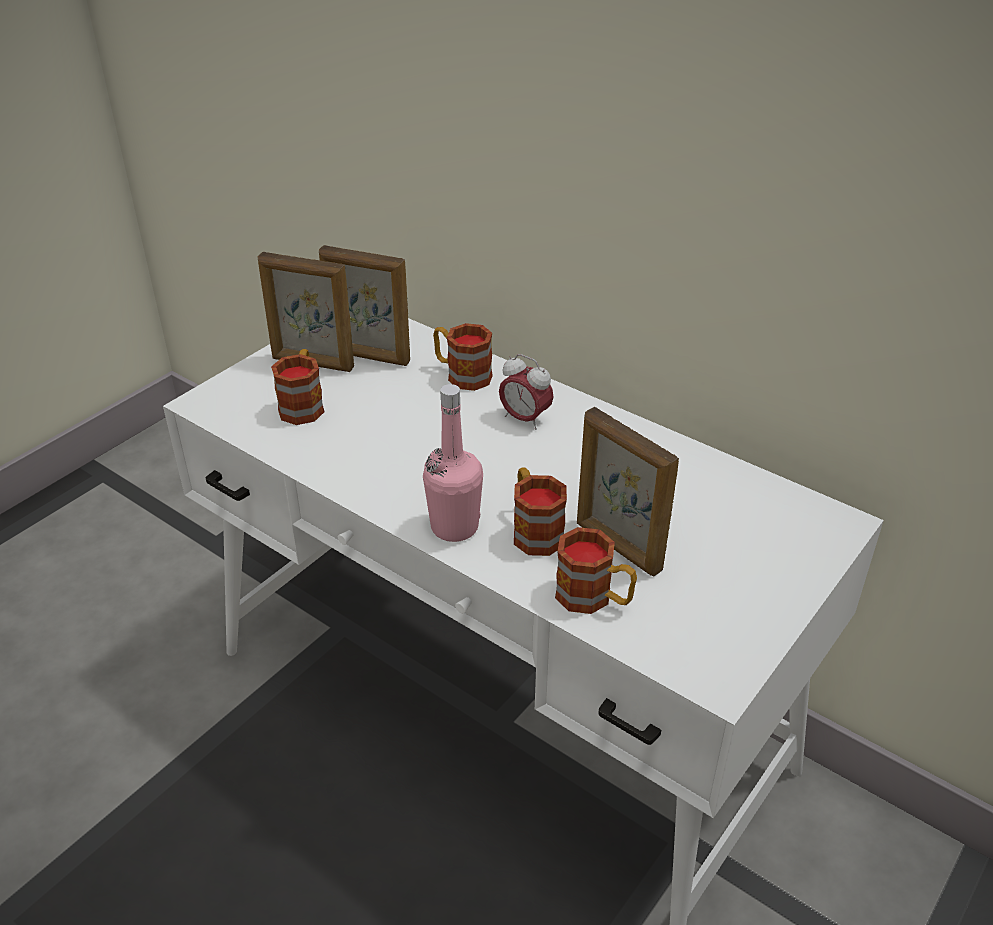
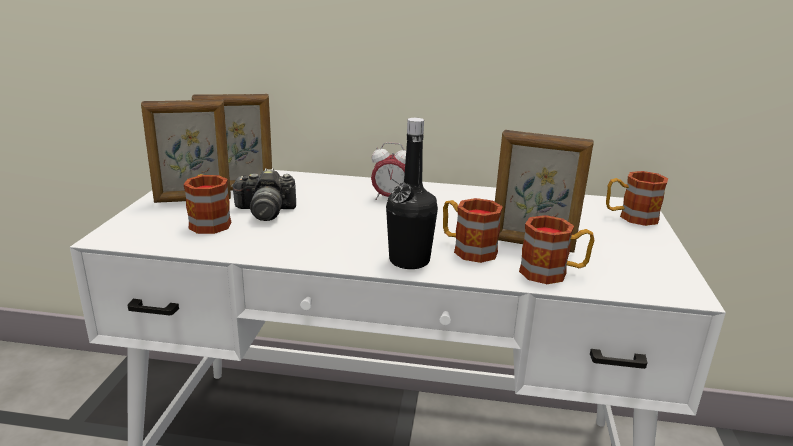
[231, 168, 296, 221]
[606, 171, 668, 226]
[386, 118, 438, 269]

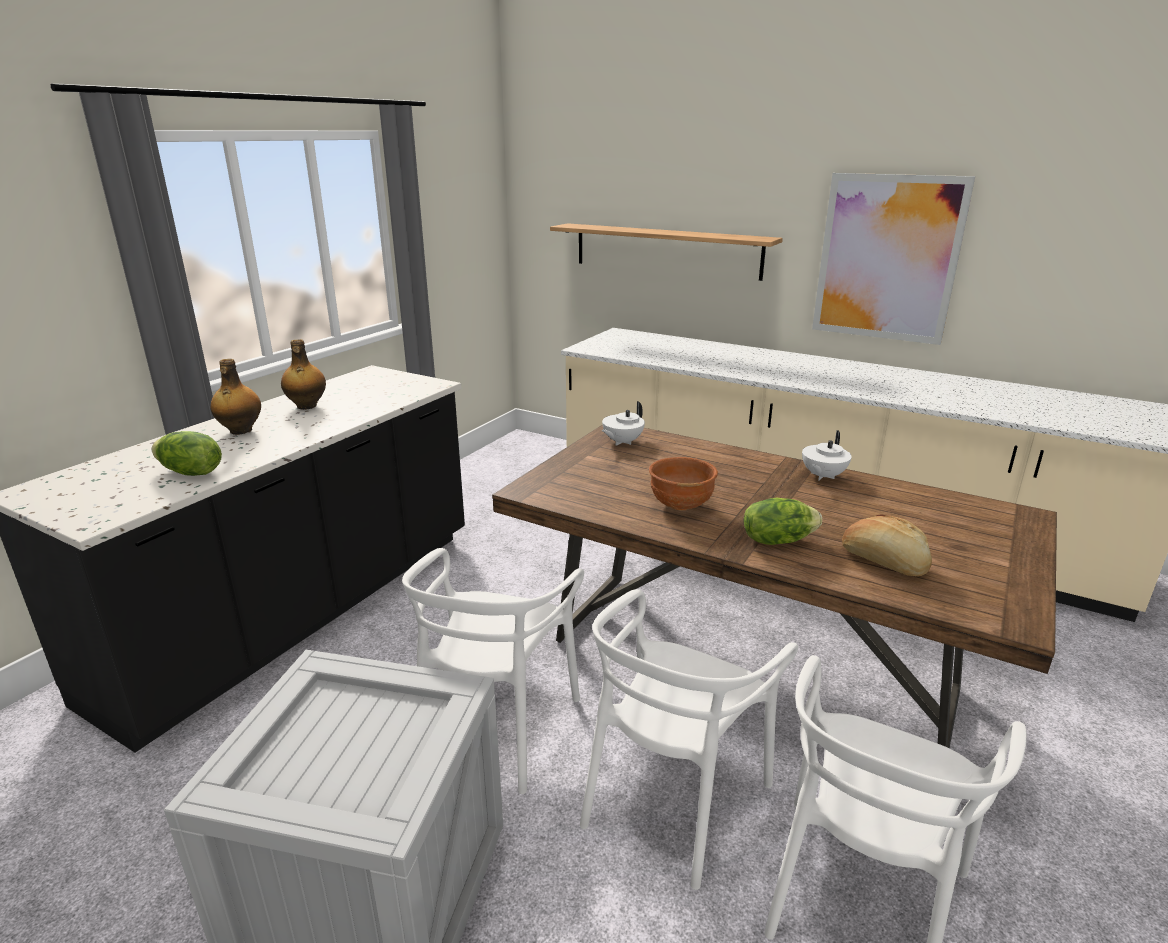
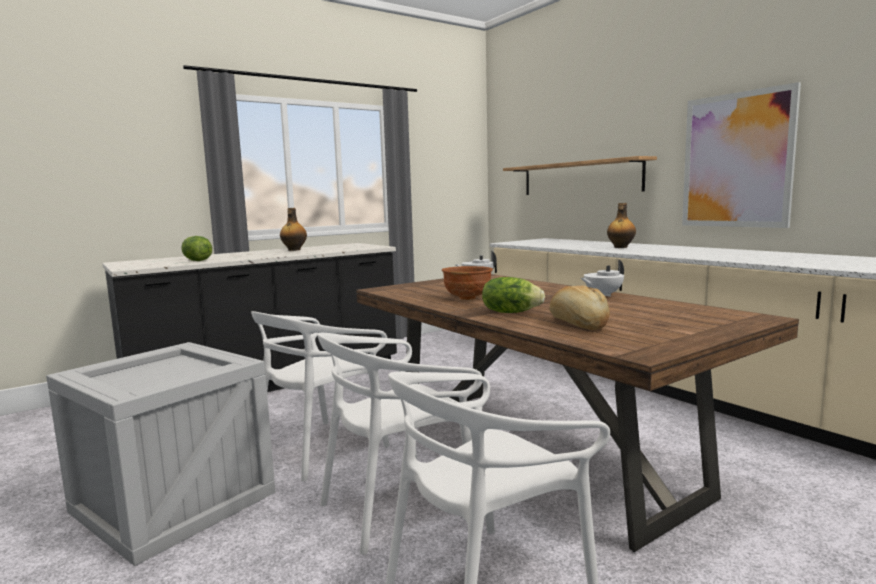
[607, 203, 636, 248]

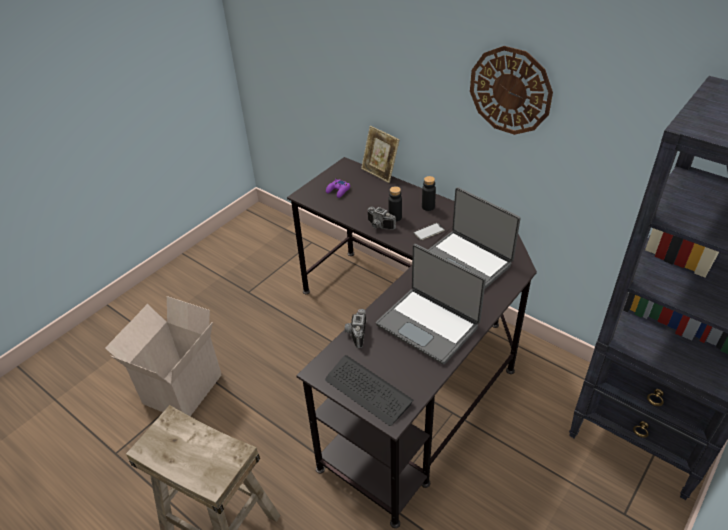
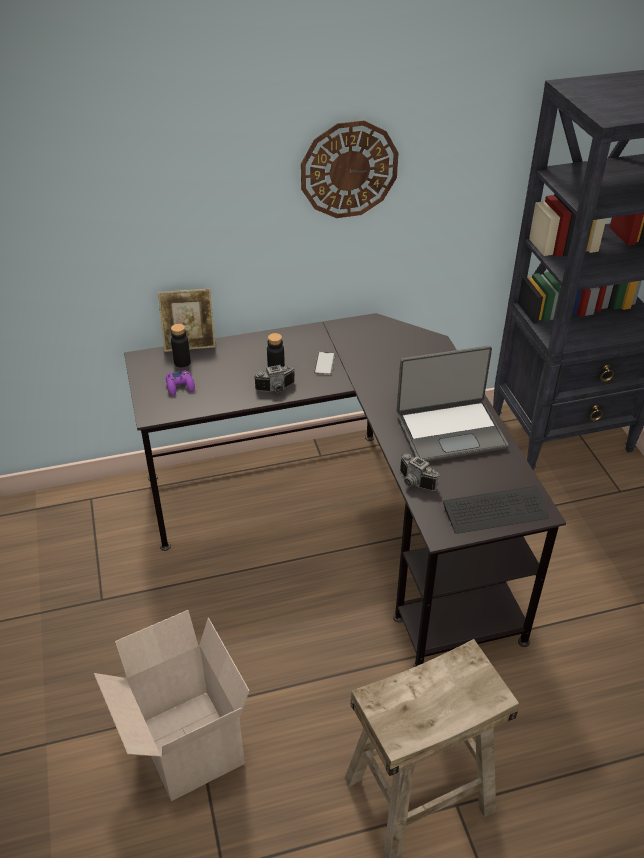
[428, 187, 521, 289] (first image)
[171, 324, 191, 367]

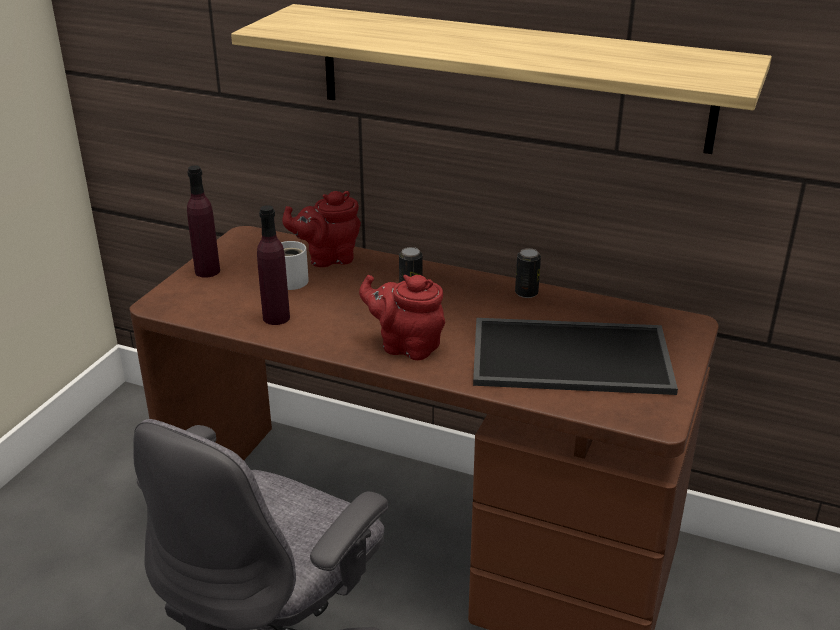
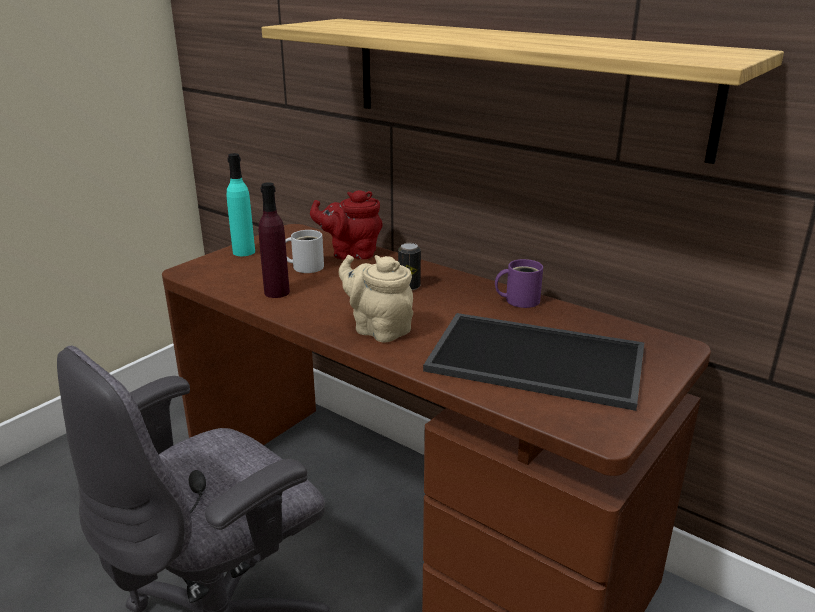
[495, 259, 543, 308]
[227, 153, 255, 256]
[339, 255, 413, 342]

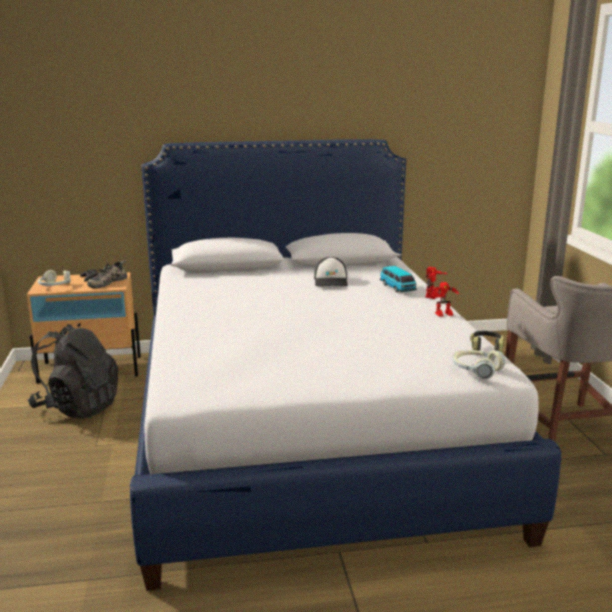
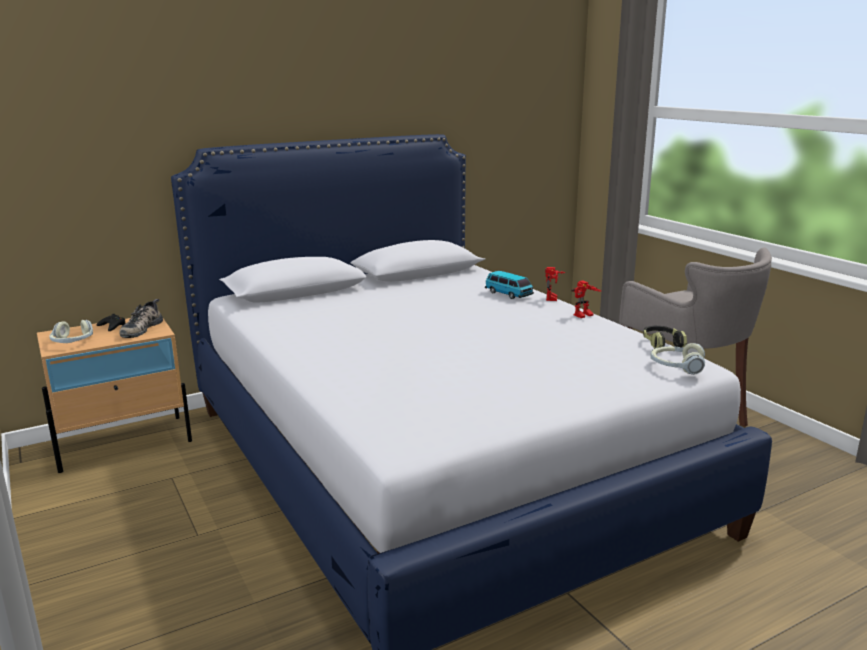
[28, 324, 118, 419] (first image)
[314, 257, 348, 287] (first image)

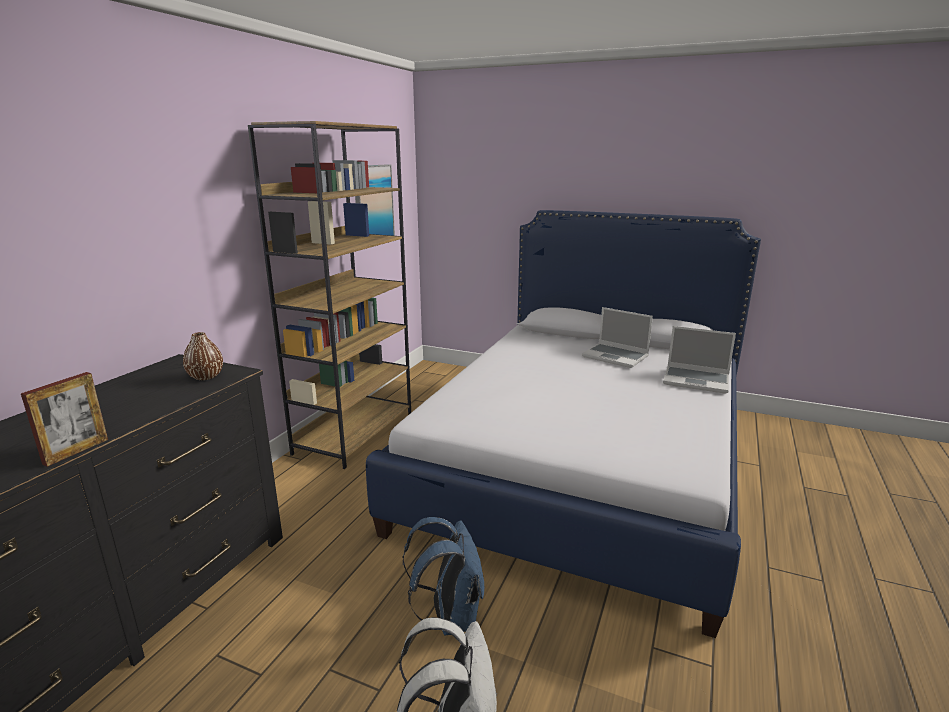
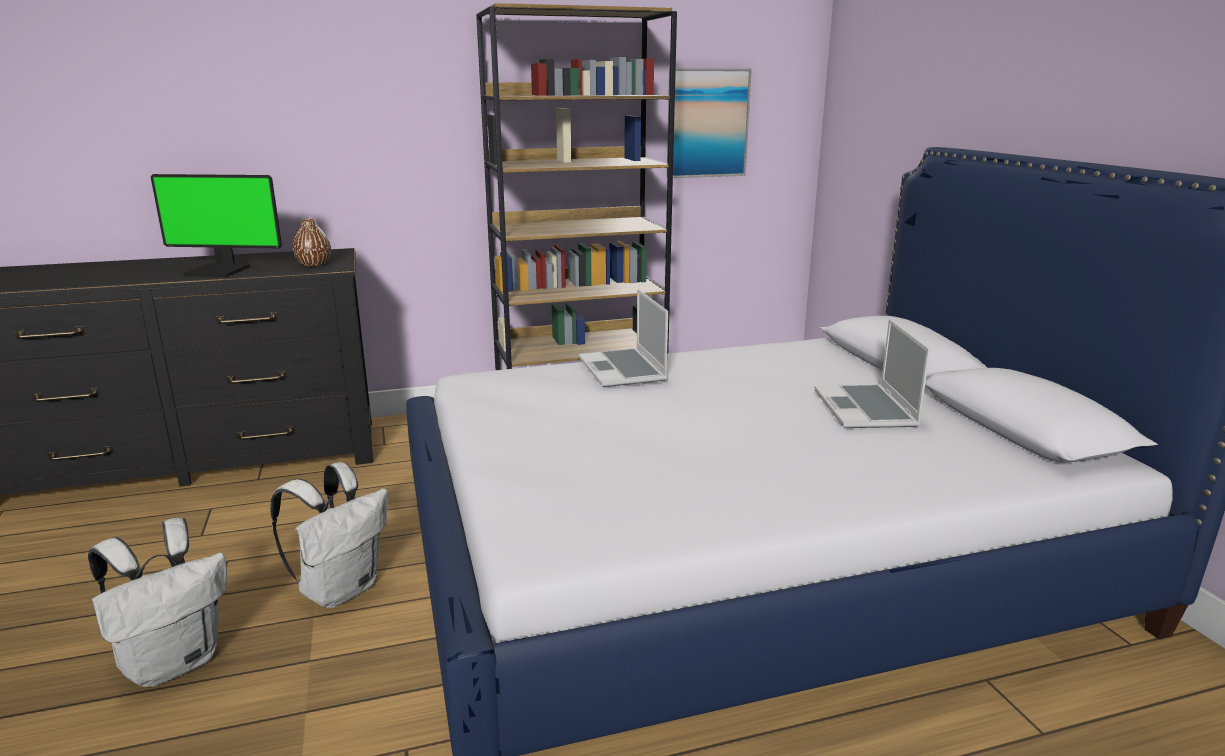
[21, 372, 108, 467] (first image)
[151, 174, 282, 277]
[579, 289, 668, 387]
[270, 462, 388, 608]

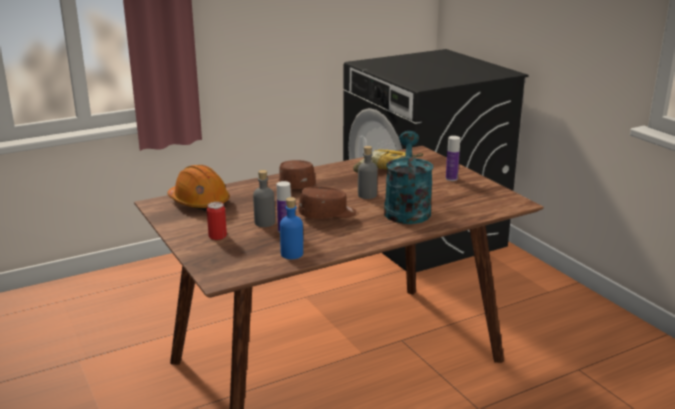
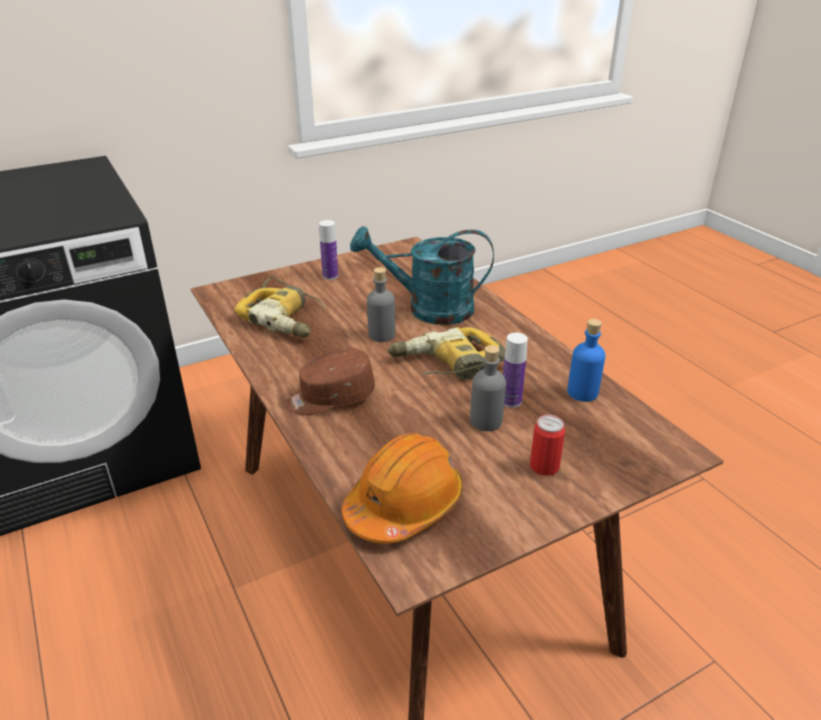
[388, 327, 505, 381]

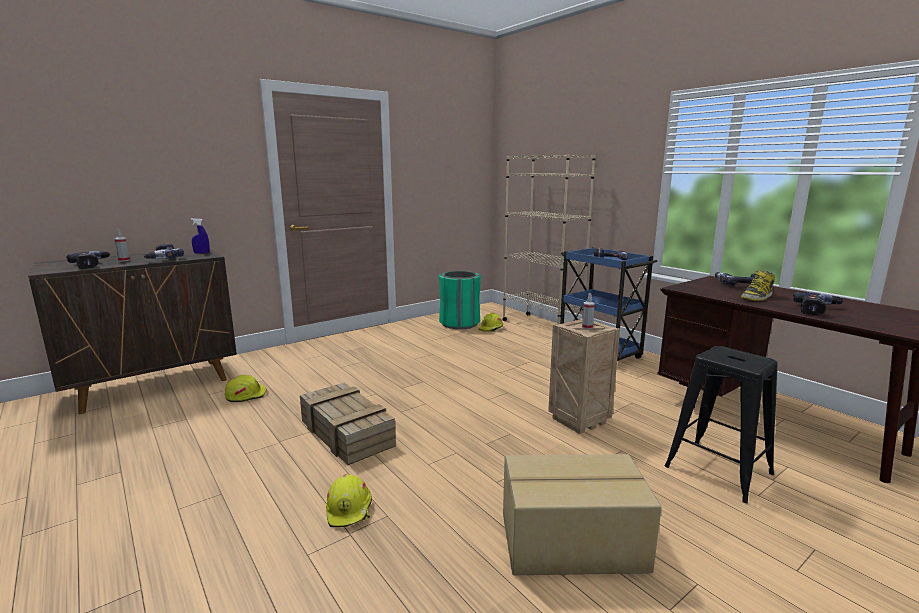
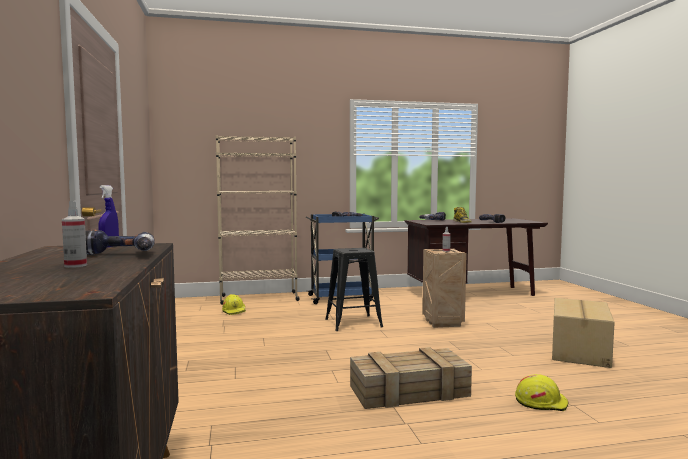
[66, 251, 111, 269] (first image)
[224, 375, 267, 402] (first image)
[439, 271, 481, 329] (first image)
[325, 248, 383, 331]

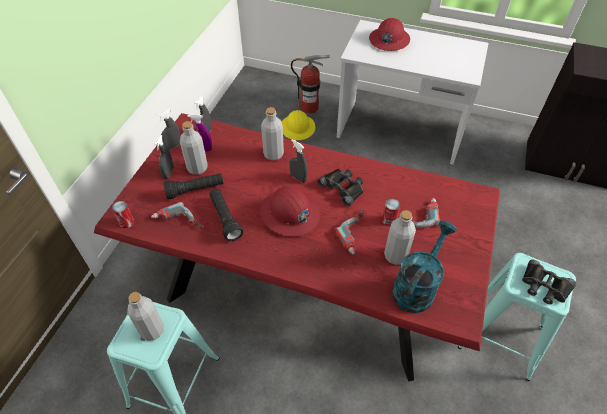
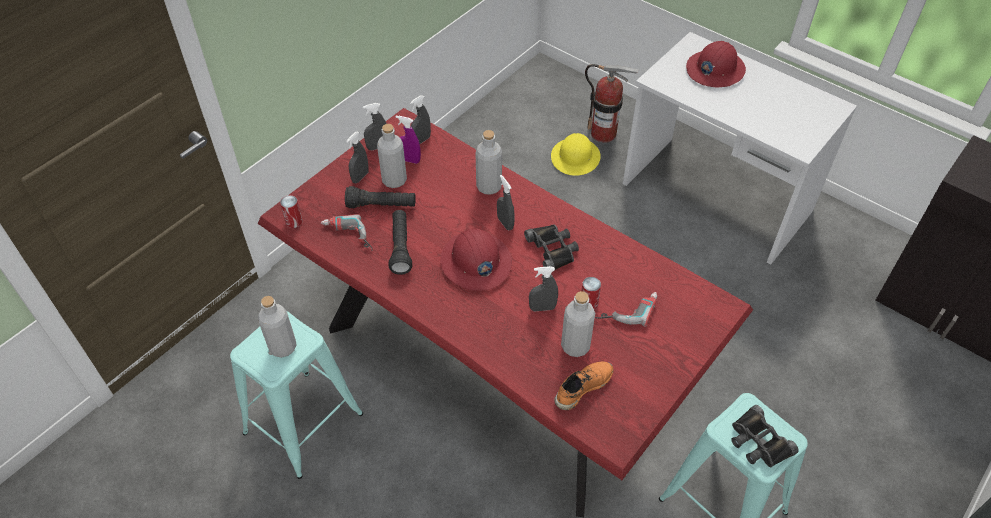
[529, 266, 558, 311]
[554, 362, 614, 410]

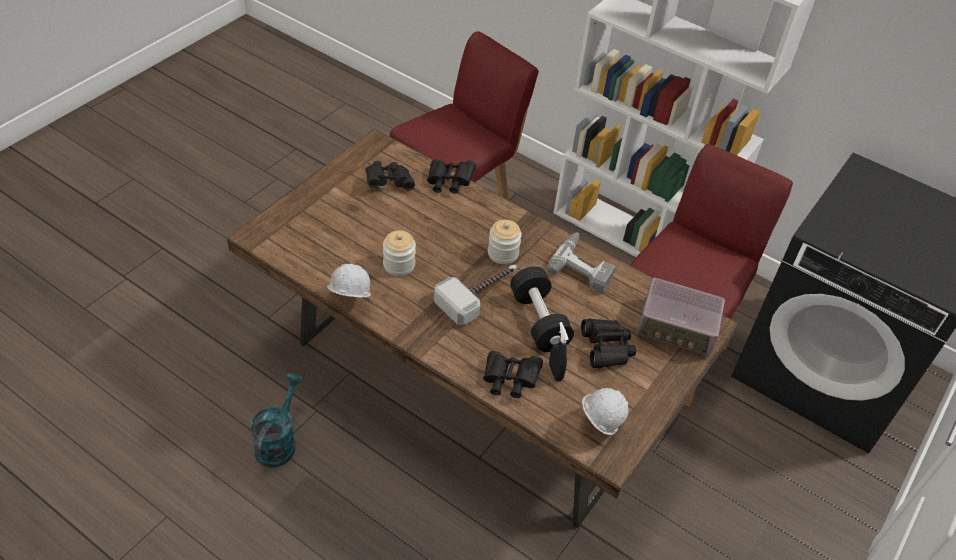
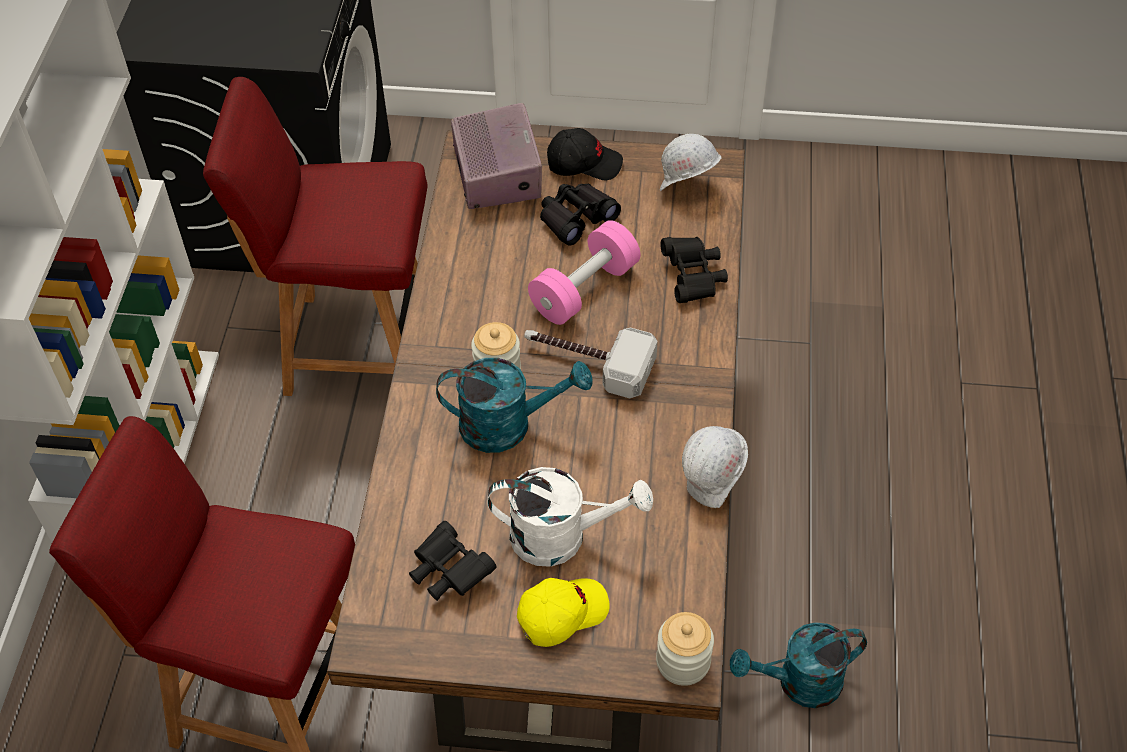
[427, 159, 476, 194] (first image)
[547, 232, 616, 293] (first image)
[549, 322, 569, 381] (first image)
[436, 358, 593, 453]
[487, 467, 653, 567]
[517, 578, 609, 647]
[547, 128, 623, 180]
[656, 612, 714, 686]
[528, 220, 640, 325]

